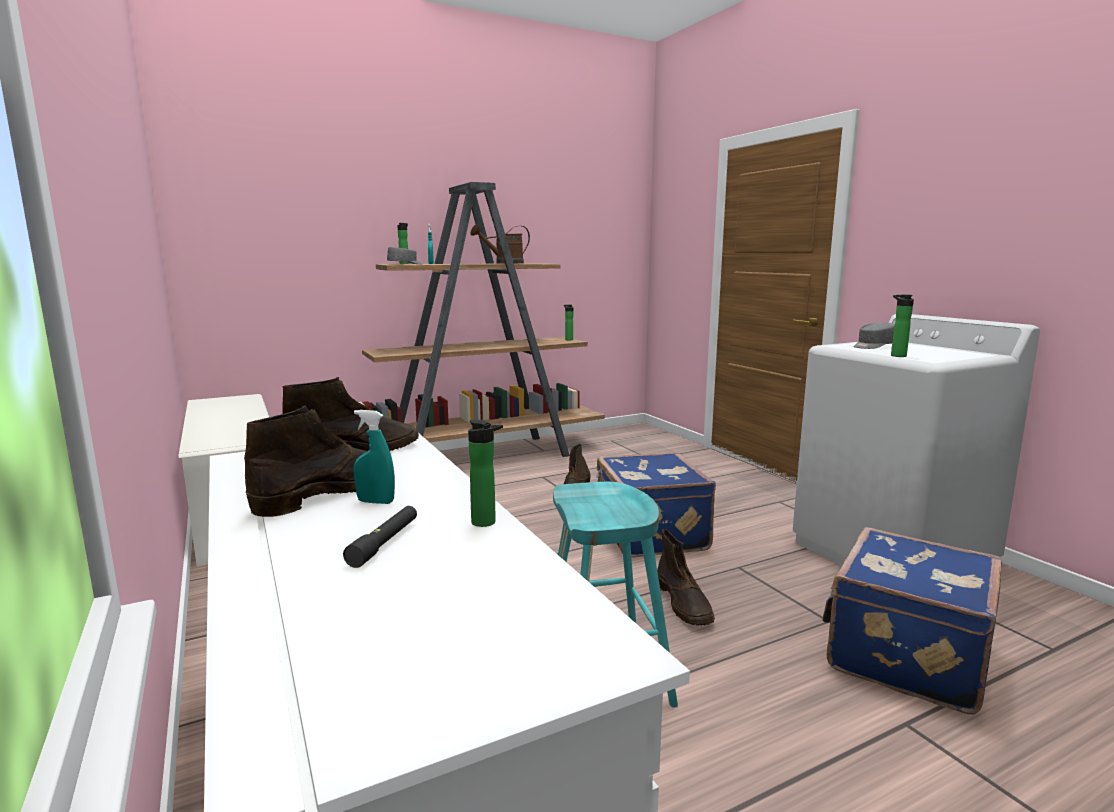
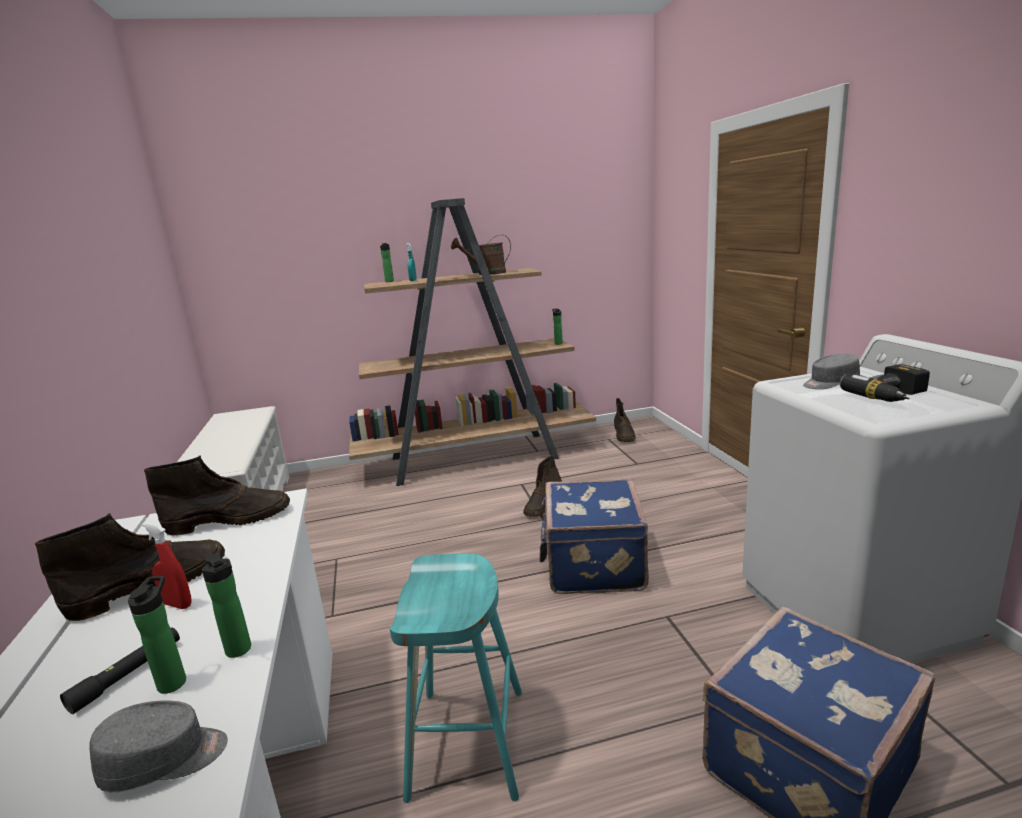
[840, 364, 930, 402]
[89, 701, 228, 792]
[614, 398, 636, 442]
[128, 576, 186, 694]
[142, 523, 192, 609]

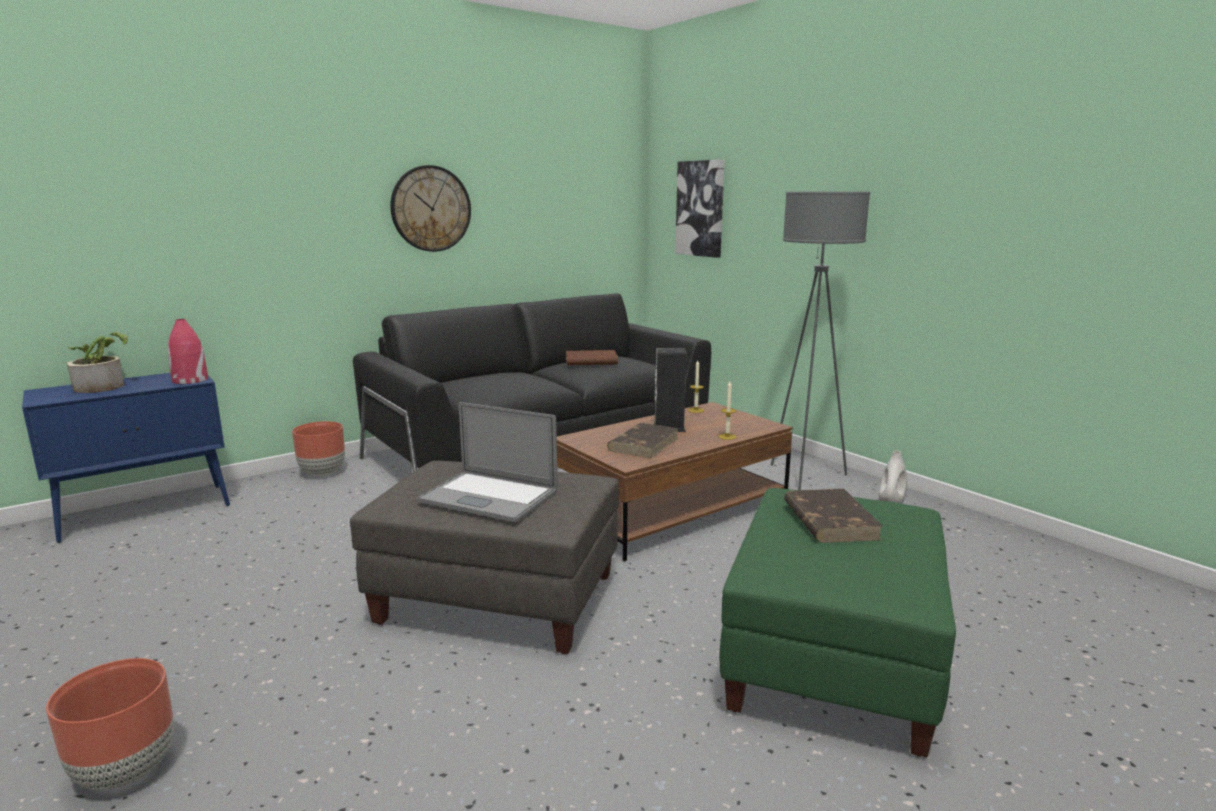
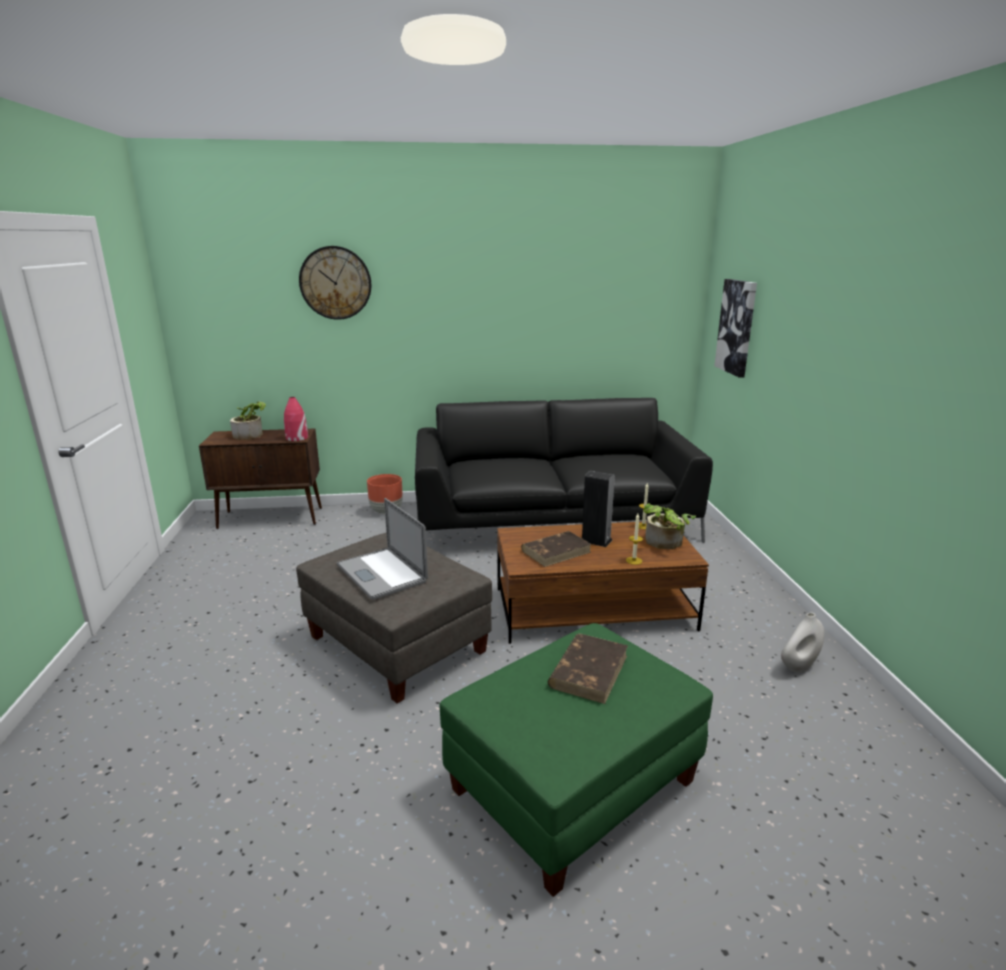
[46, 658, 174, 790] (first image)
[566, 350, 618, 365] (first image)
[771, 191, 870, 490] (first image)
[643, 503, 696, 549]
[299, 246, 371, 320]
[199, 429, 322, 529]

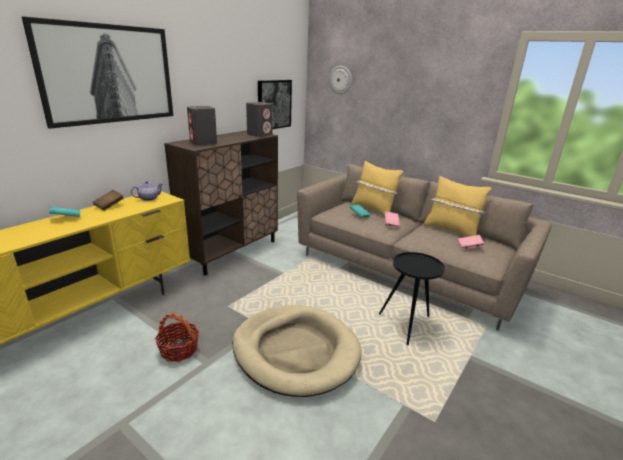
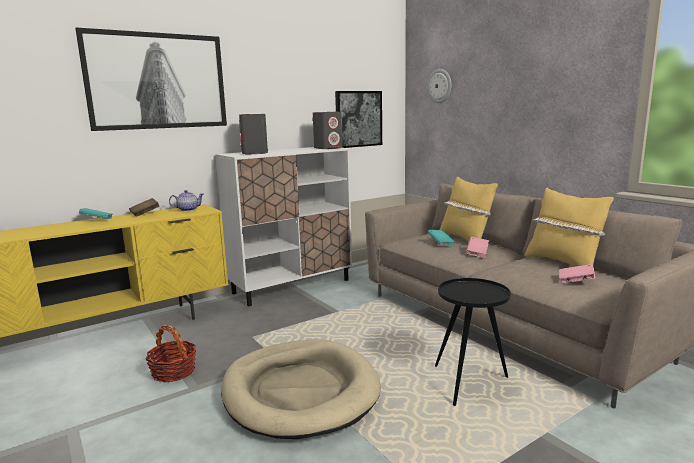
[215, 147, 352, 306]

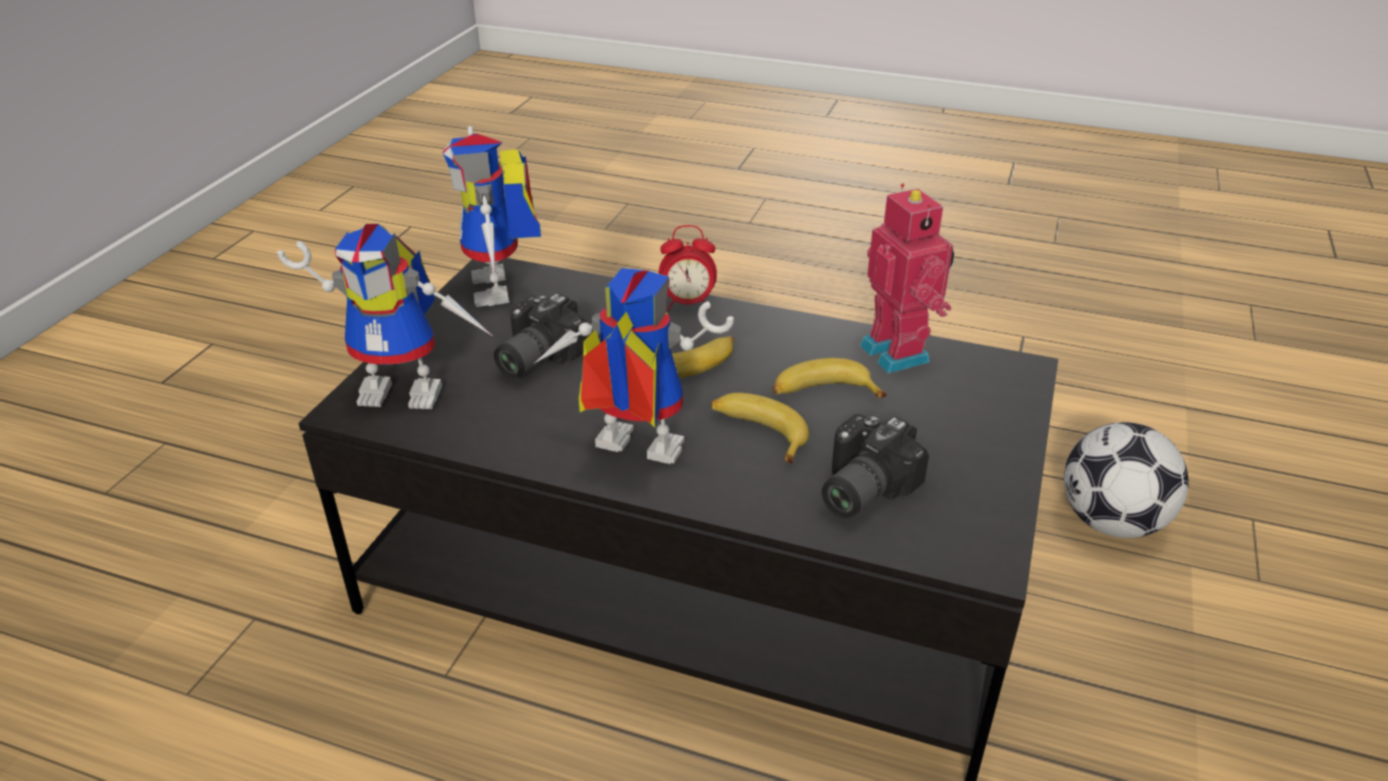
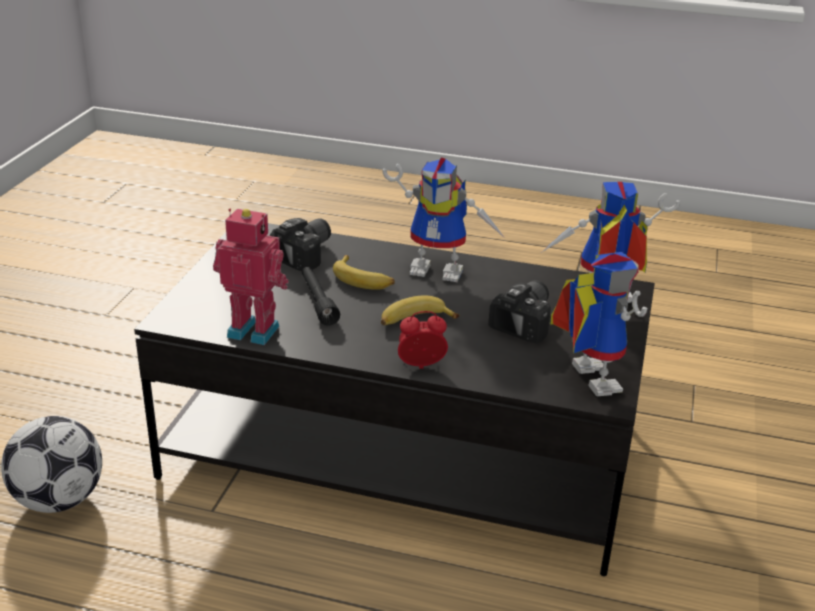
[302, 267, 340, 326]
[213, 208, 289, 345]

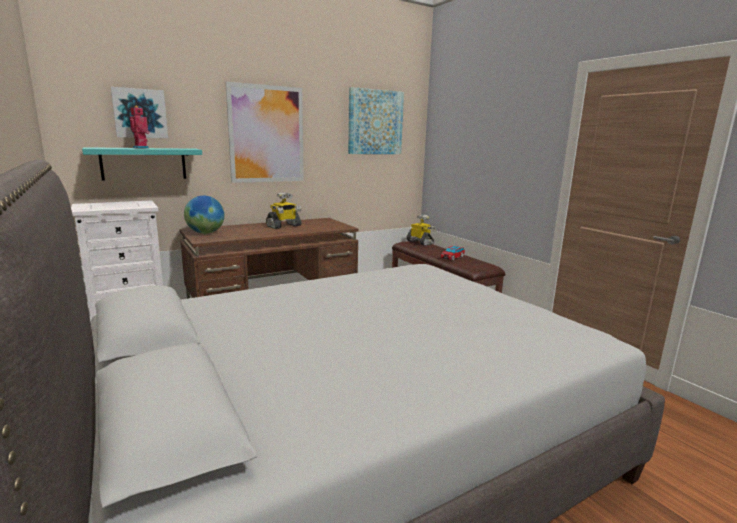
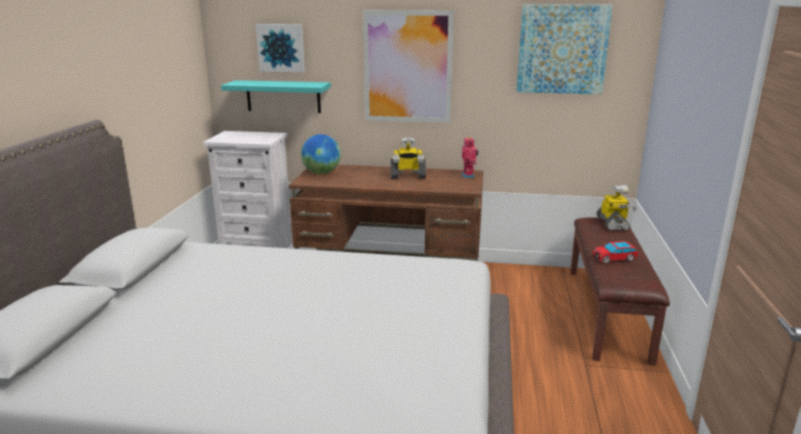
[461, 137, 478, 178]

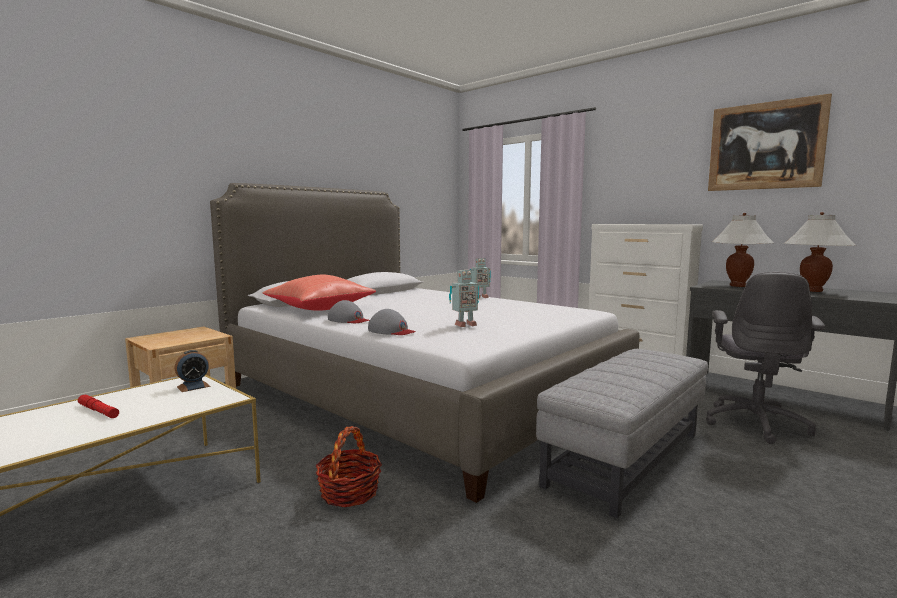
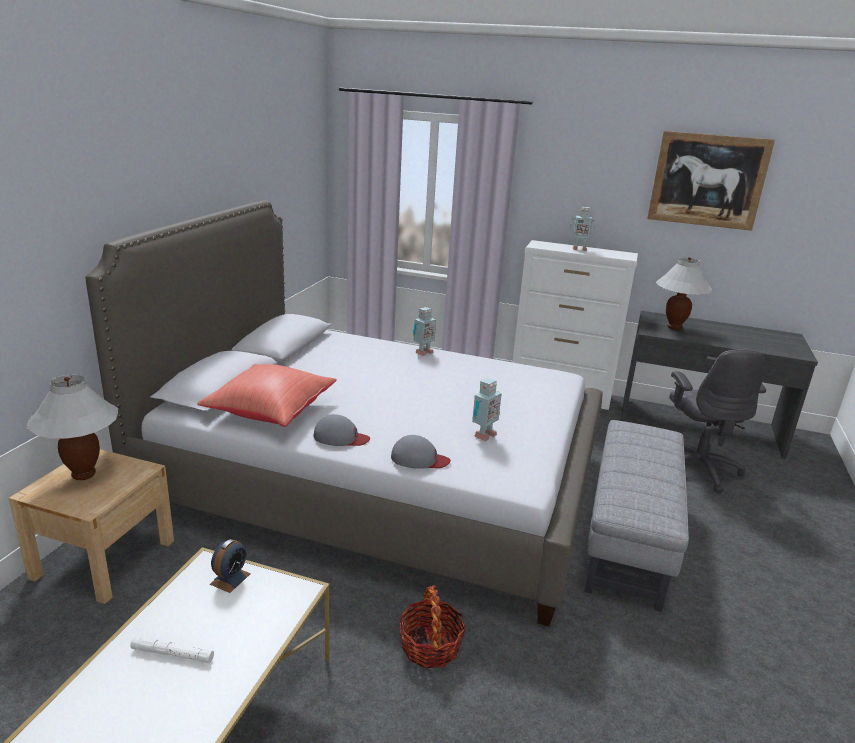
[570, 207, 595, 251]
[27, 375, 118, 480]
[130, 635, 214, 663]

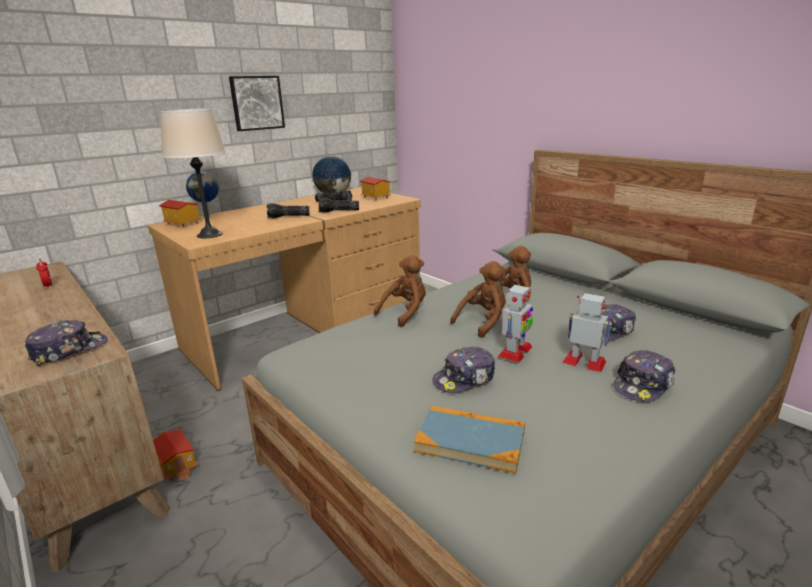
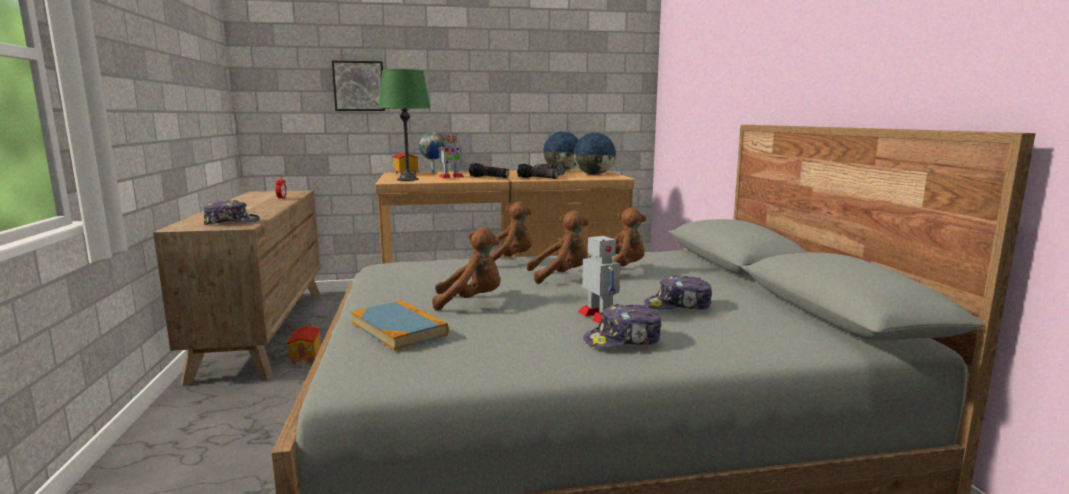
[332, 61, 385, 111]
[438, 133, 464, 178]
[573, 133, 616, 175]
[432, 227, 501, 311]
[378, 69, 430, 181]

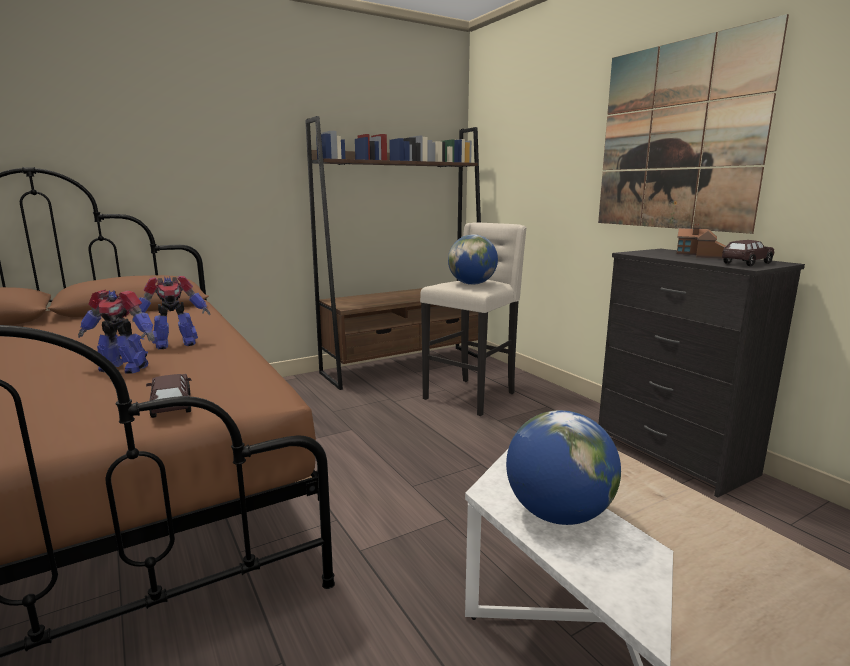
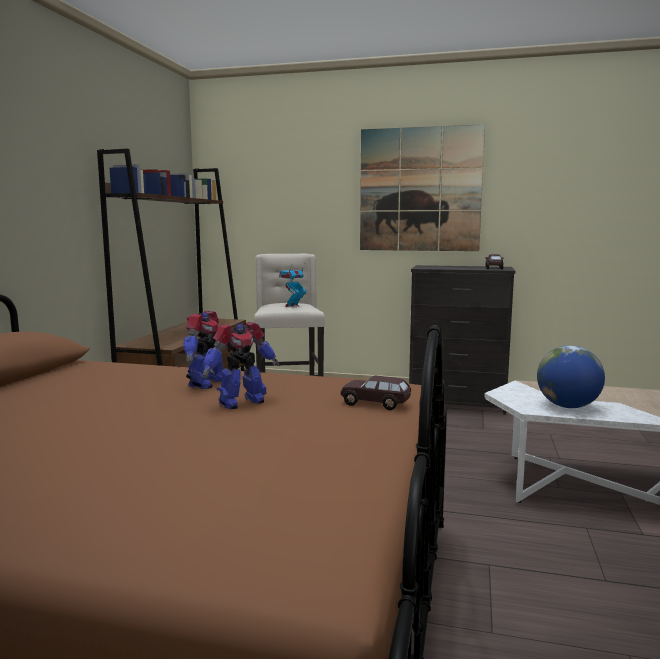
[677, 223, 726, 259] (first image)
[279, 264, 306, 307]

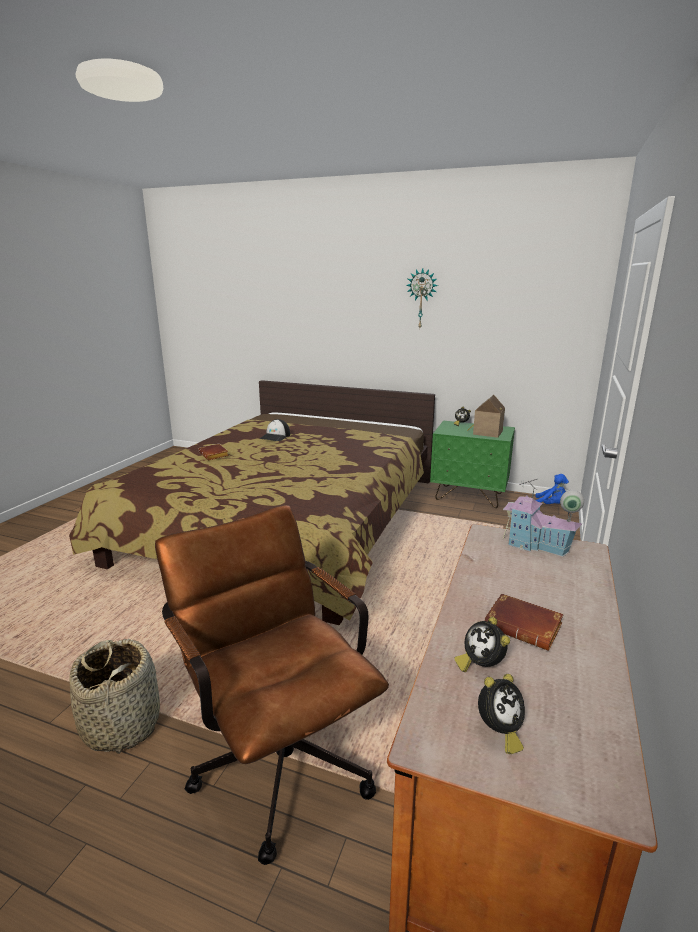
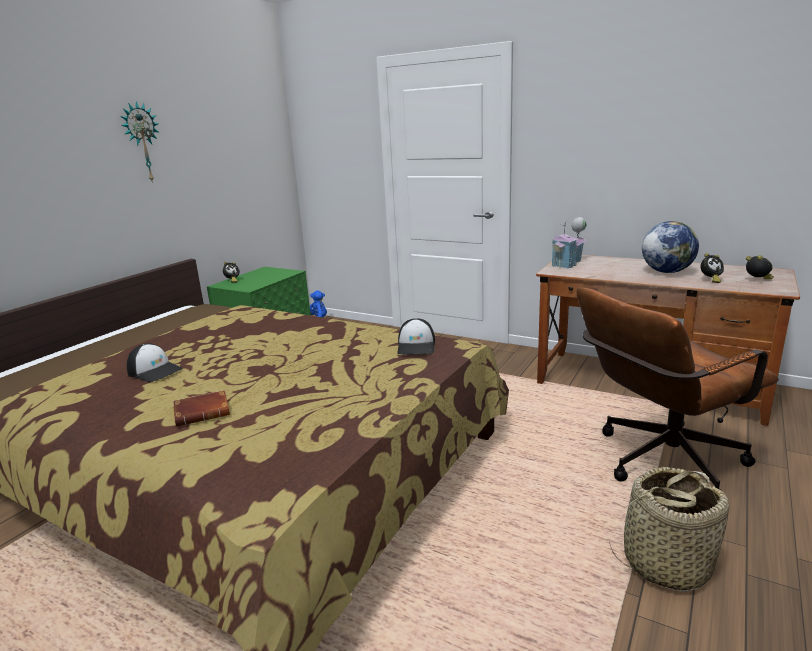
[467, 395, 505, 438] (first image)
[397, 318, 435, 355]
[642, 221, 699, 273]

